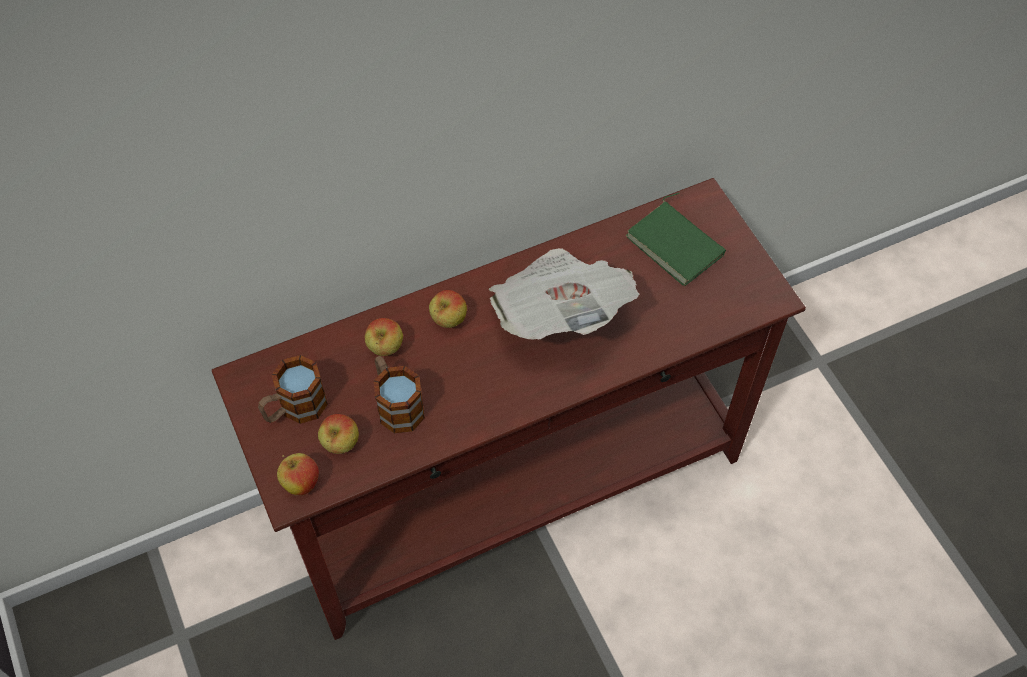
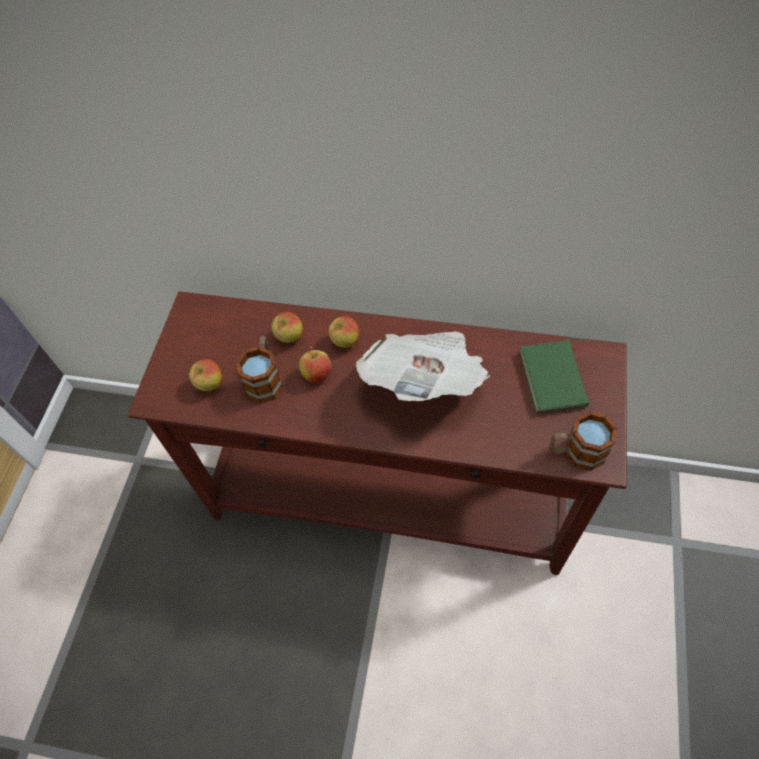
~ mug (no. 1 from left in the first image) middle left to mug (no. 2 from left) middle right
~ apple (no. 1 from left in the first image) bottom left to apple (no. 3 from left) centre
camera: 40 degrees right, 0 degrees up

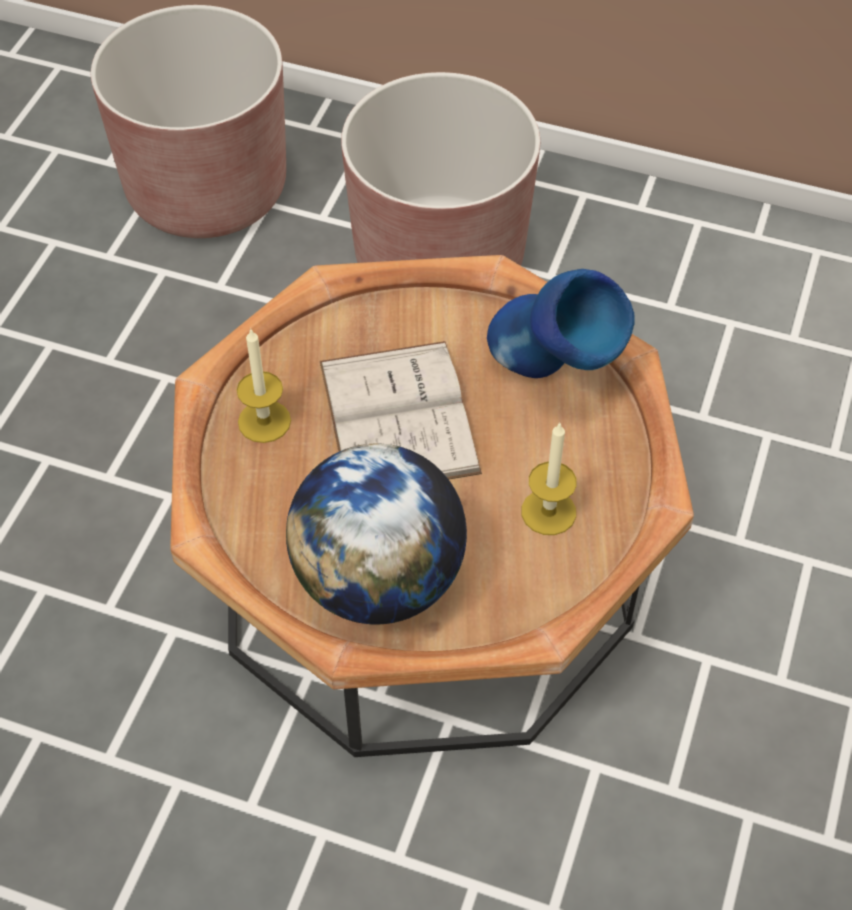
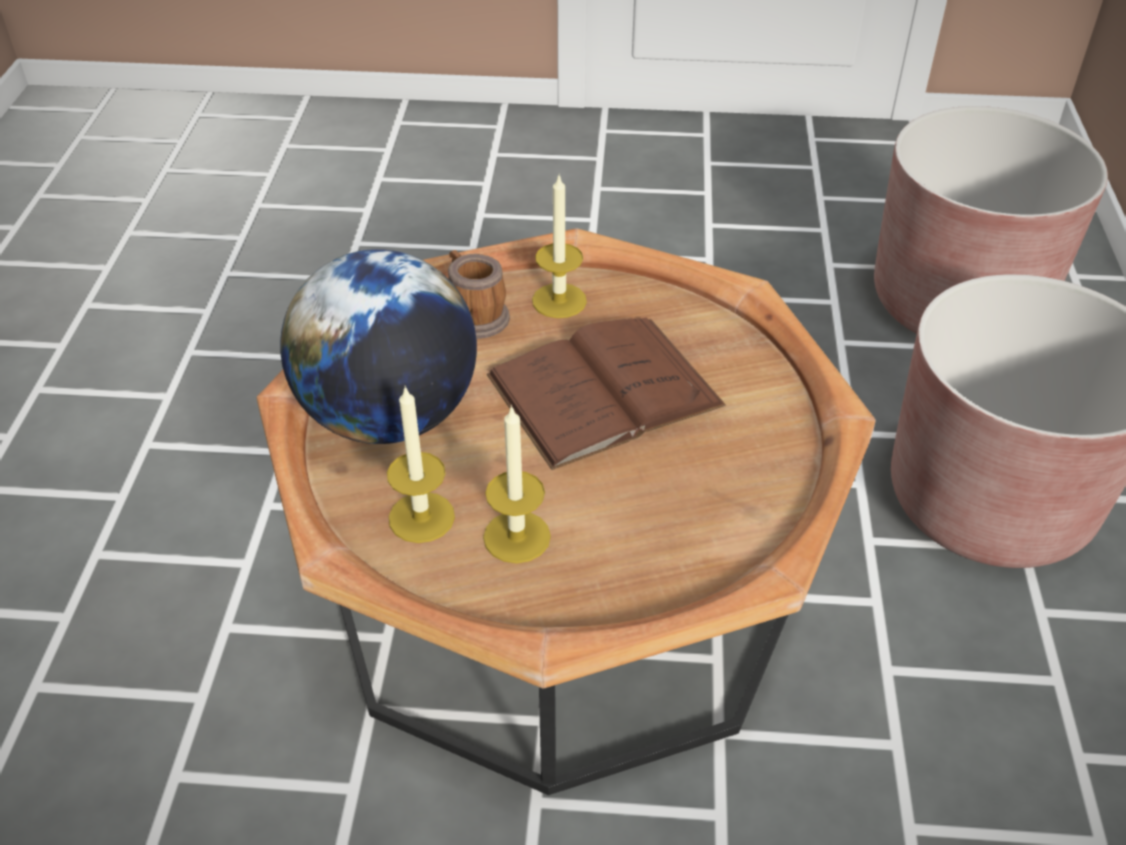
~ book/white centre to book/brown centre
- vase/blue centre
+ candle (no. 1 from left) centre
+ mug centre
camera: 75 degrees right, 10 degrees down

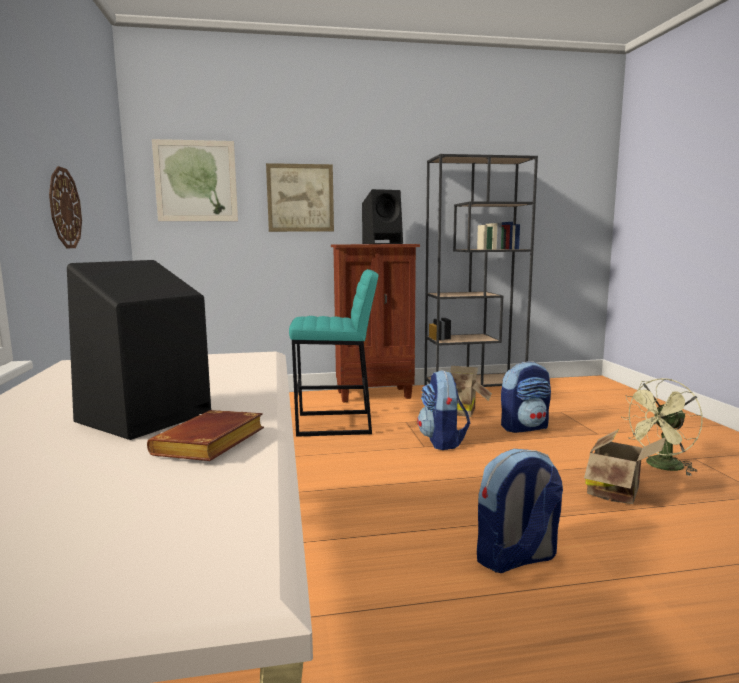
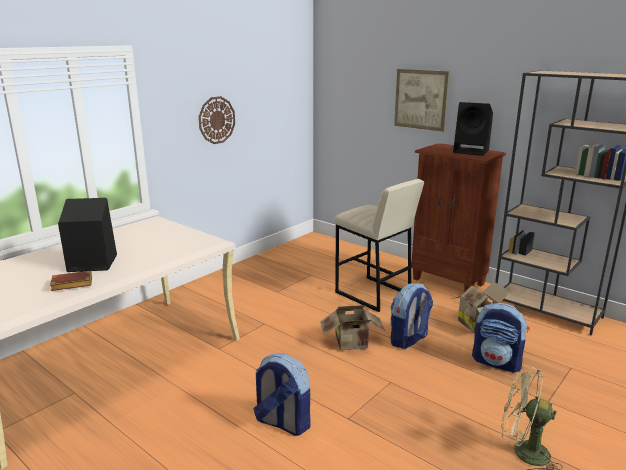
- picture (no. 1 from left) top left
~ stool/turquoise centre to stool/beige centre
~ cardboard box (no. 2 from left in the first image) bottom right to cardboard box (no. 1 from left) bottom centre
camera: 50 degrees right, 10 degrees up

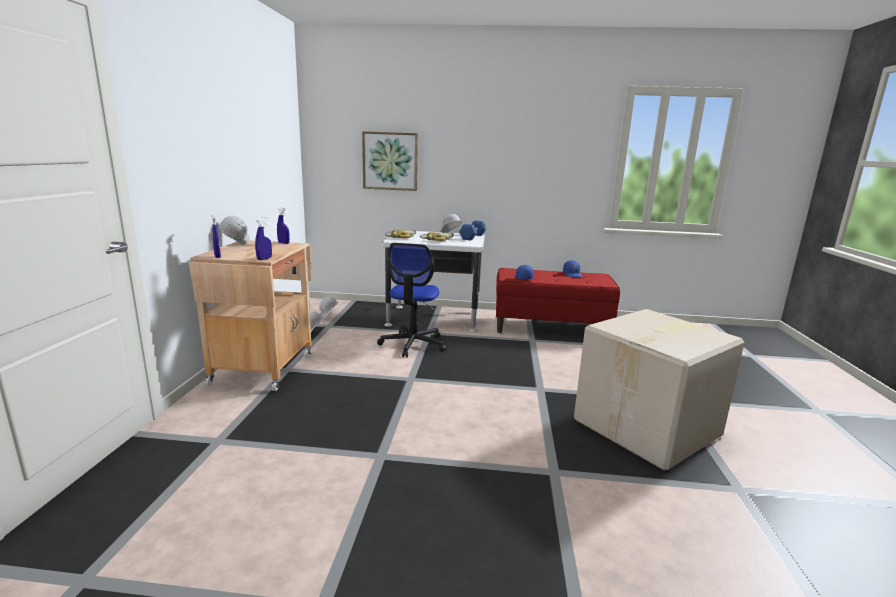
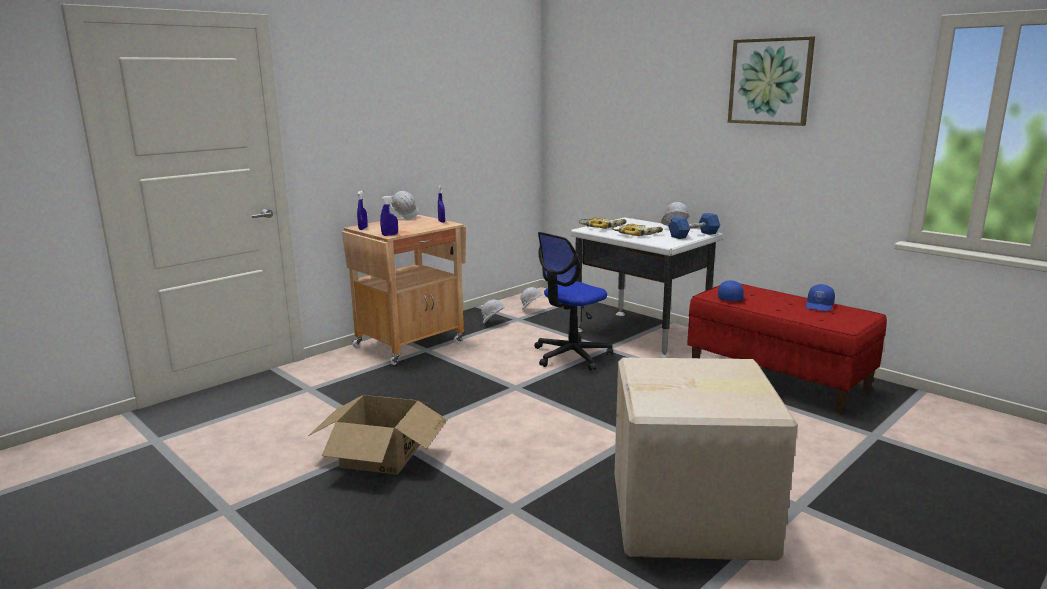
~ picture top centre to top right
+ cardboard box (no. 1 from left) bottom centre
camera: 40 degrees right, 0 degrees up

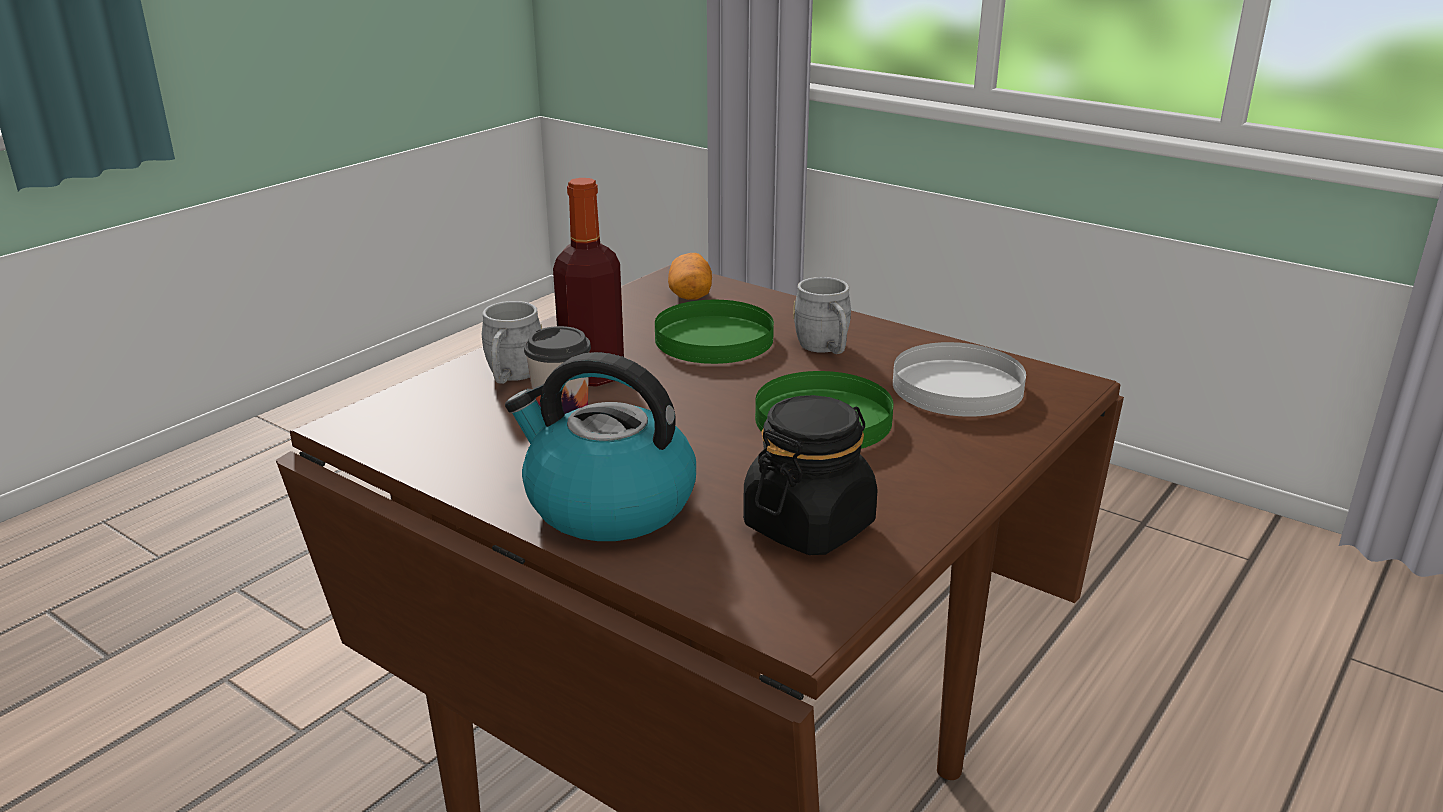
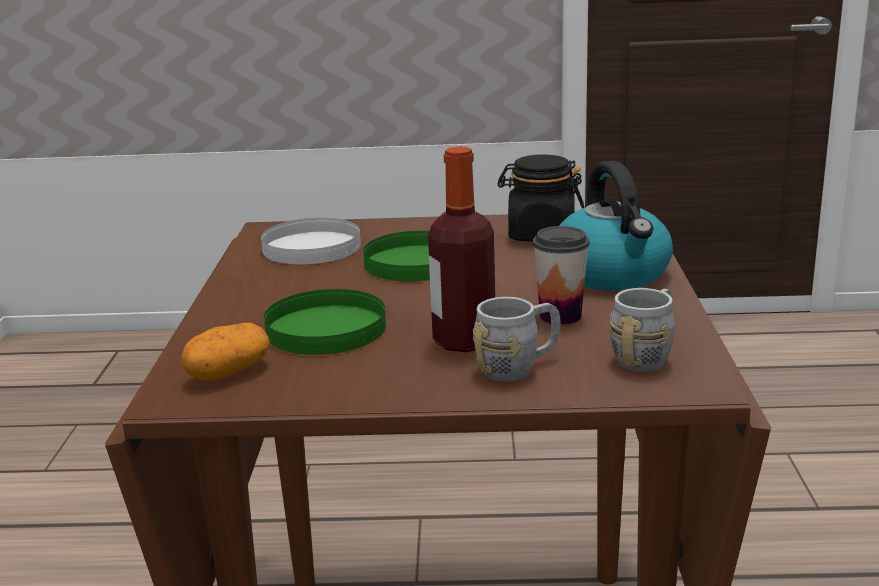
~ mug/grey (no. 2 from left) centre to middle right
camera: 125 degrees left, 5 degrees down

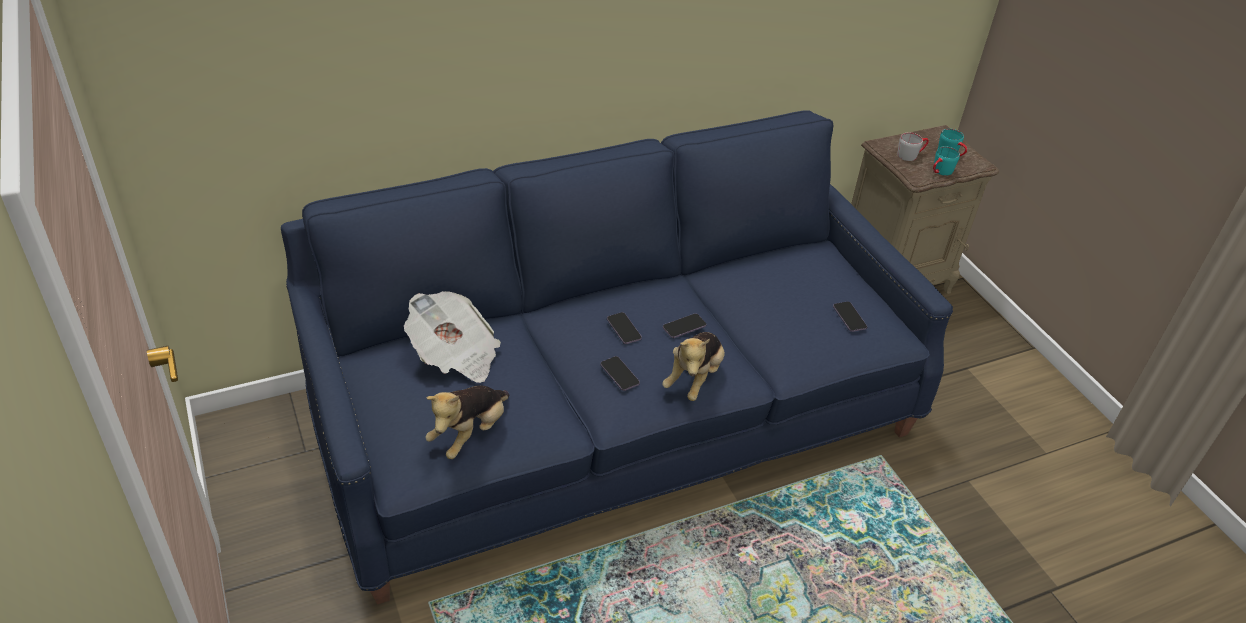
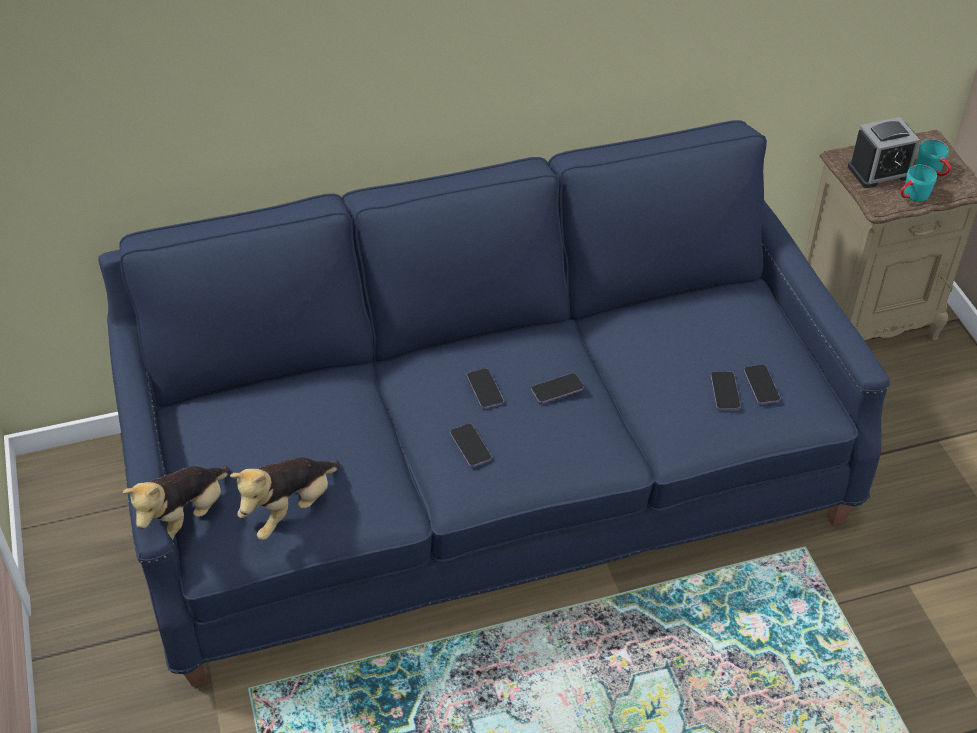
- newspaper centre
~ plush toy (no. 2 from left in the first image) centre to plush toy (no. 1 from left) bottom left
~ mug/grey top right to alarm clock top right
+ phone (no. 4 from left) middle right
camera: 10 degrees right, 5 degrees up

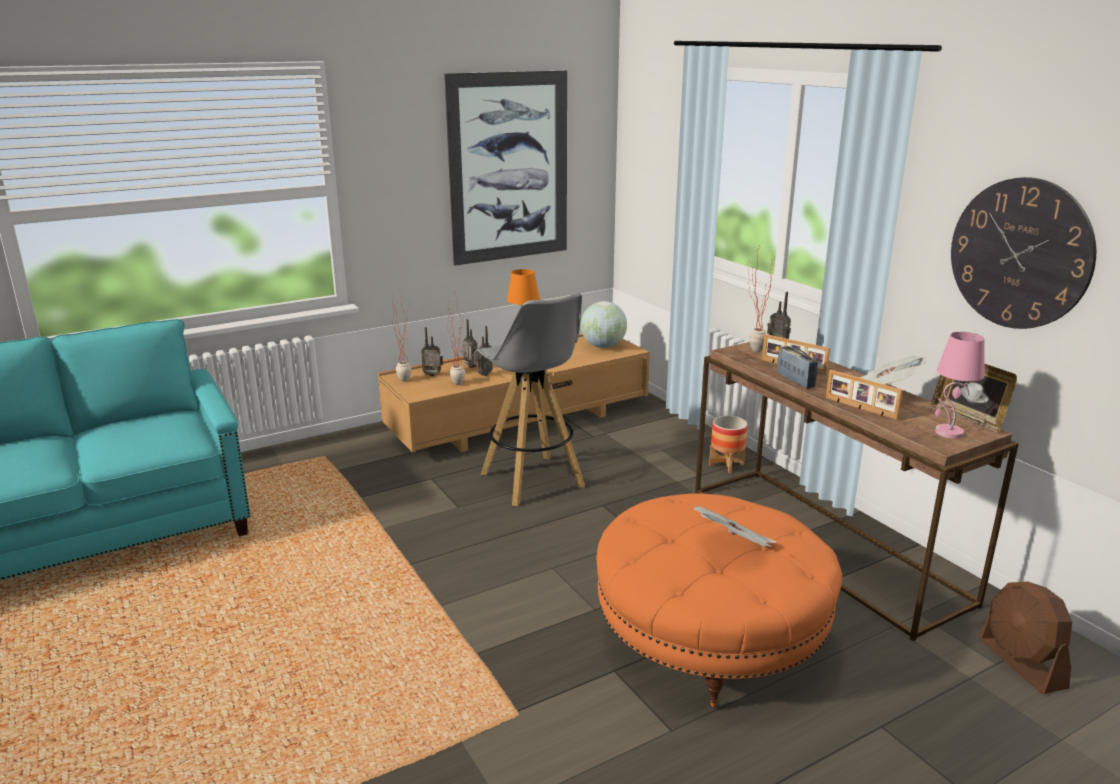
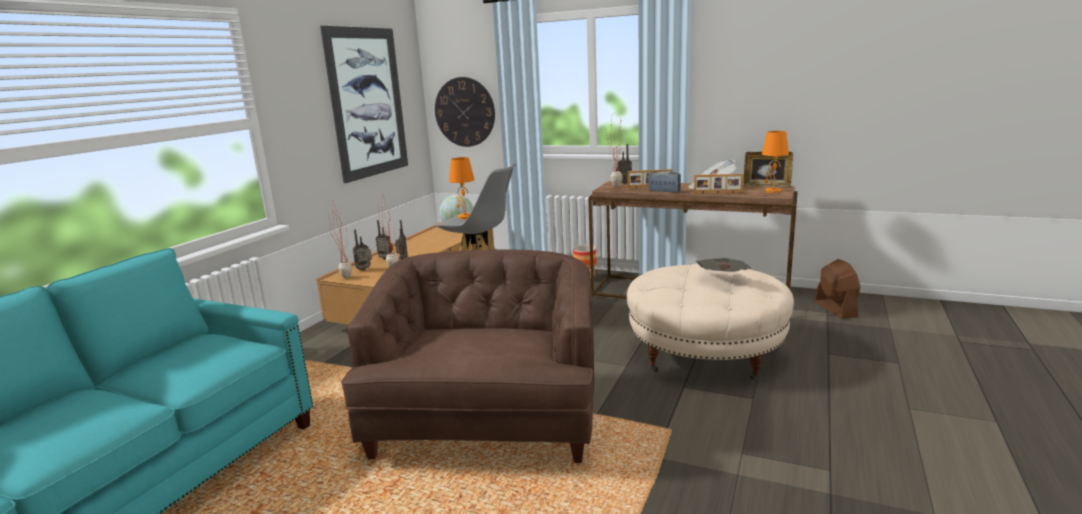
~ ottoman/orange bottom centre to ottoman/beige centre
~ table lamp/pink middle right to table lamp/orange (no. 2 from left) top right
~ wall clock top right to top centre
~ fan/brown bottom right = middle right 135 degrees counterclockwise
+ armchair/brown bottom centre
camera: 35 degrees left, 5 degrees down

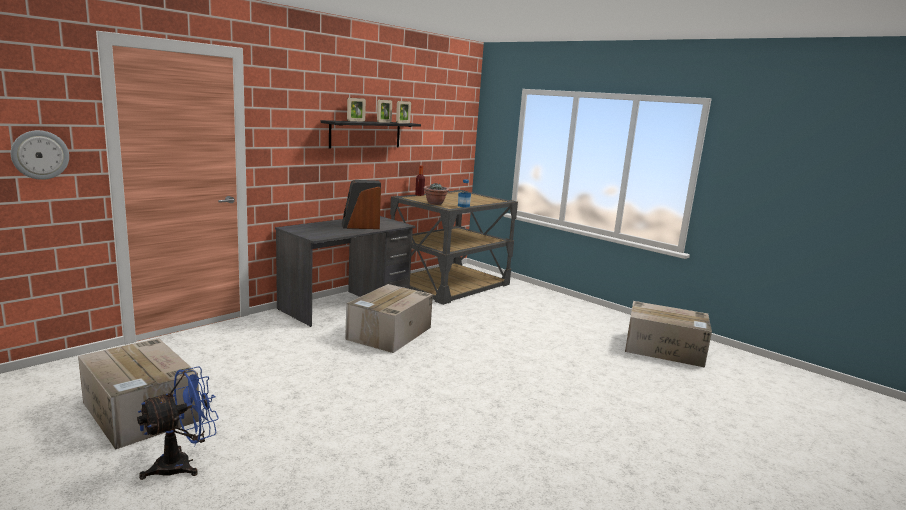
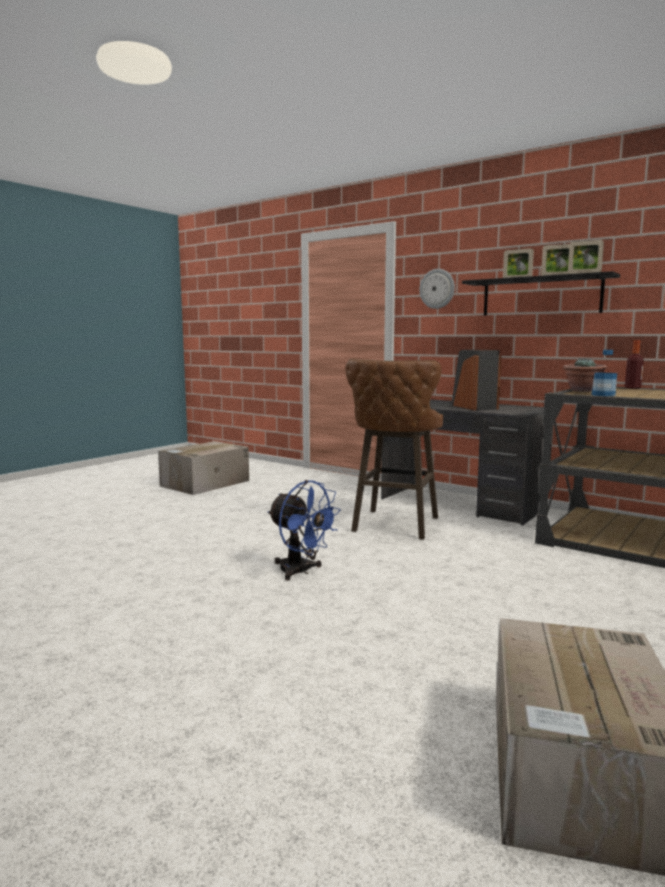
~ wall clock top left to top centre
~ fan/blue bottom left to centre
~ cardboard box (no. 2 from left) centre to stool/brown centre
camera: 85 degrees right, 5 degrees down

